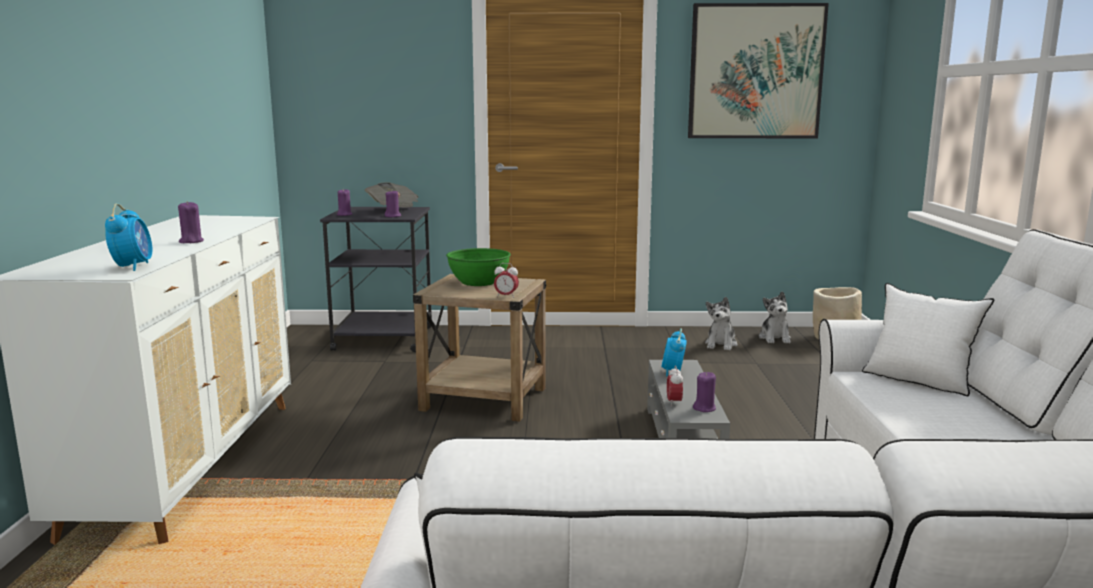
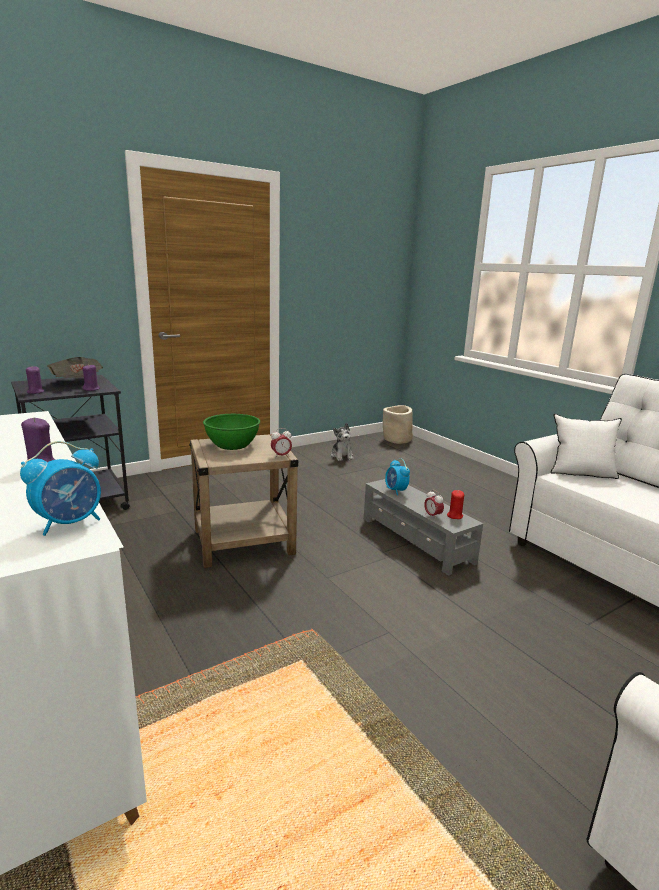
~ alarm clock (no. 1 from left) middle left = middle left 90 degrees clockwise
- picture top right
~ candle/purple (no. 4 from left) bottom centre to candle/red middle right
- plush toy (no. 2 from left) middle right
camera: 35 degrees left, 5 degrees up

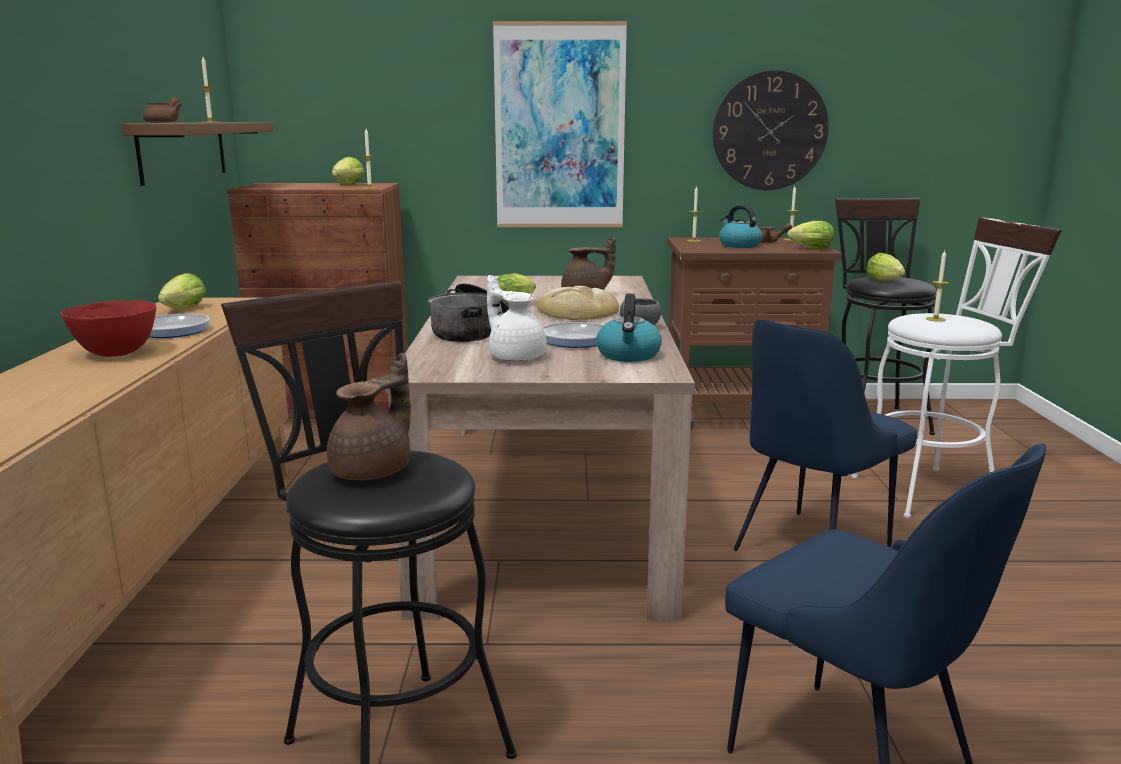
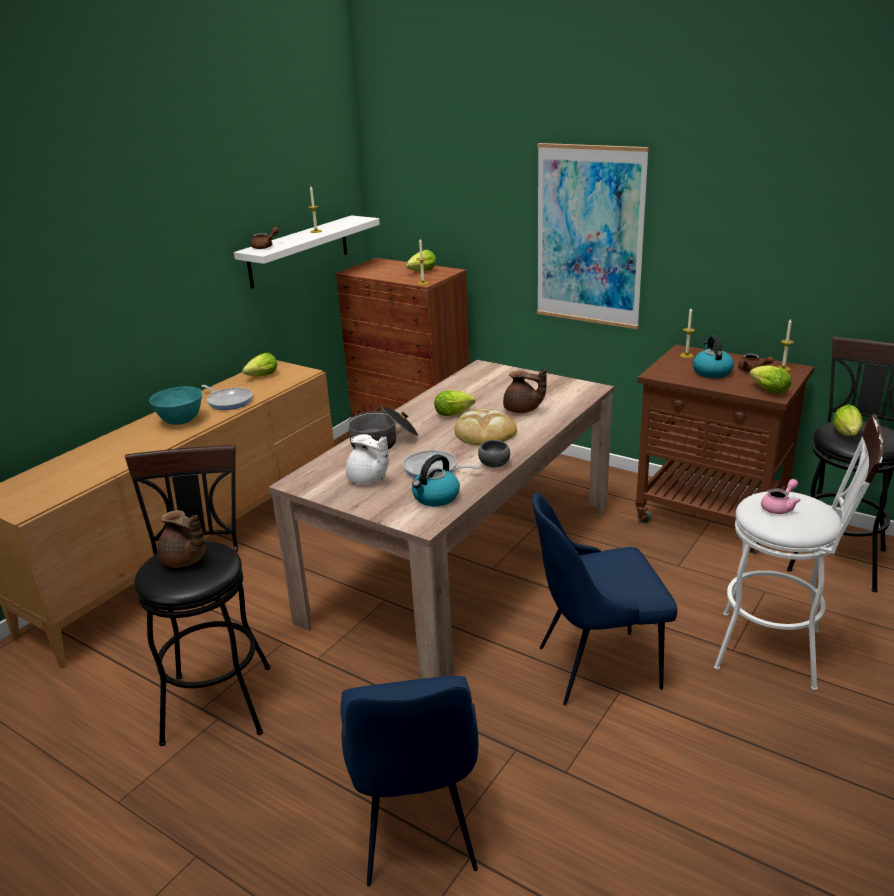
~ bowl/red middle left to bowl/turquoise middle left
~ shelf/brown top left to shelf/white top centre
~ teapot/brown (no. 2 from left in the first image) middle left = middle left 60 degrees clockwise
~ teapot/white centre = centre 135 degrees clockwise
- wall clock top right
~ candle (no. 5 from left) middle right to teapot/pink middle right
camera: 35 degrees right, 10 degrees up

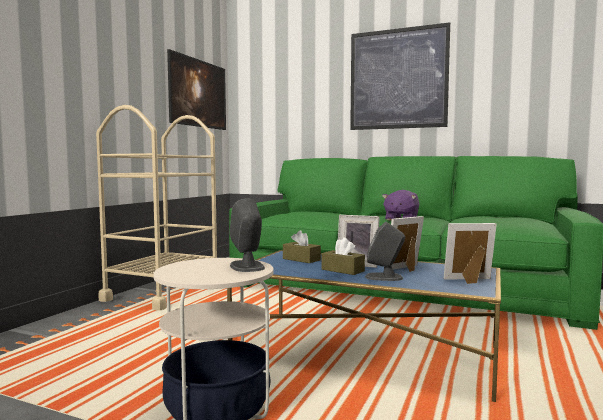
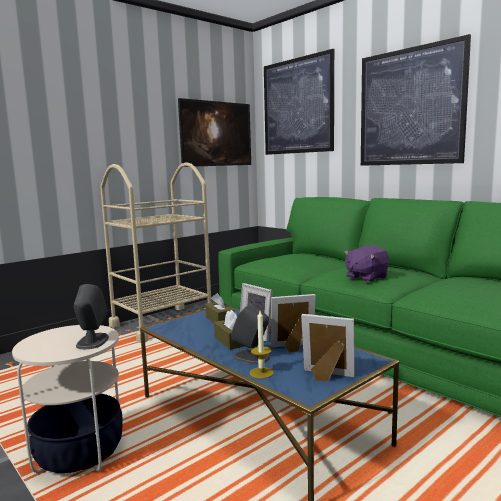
+ candle bottom centre
+ picture (no. 2 from left) top centre
camera: 25 degrees right, 5 degrees up

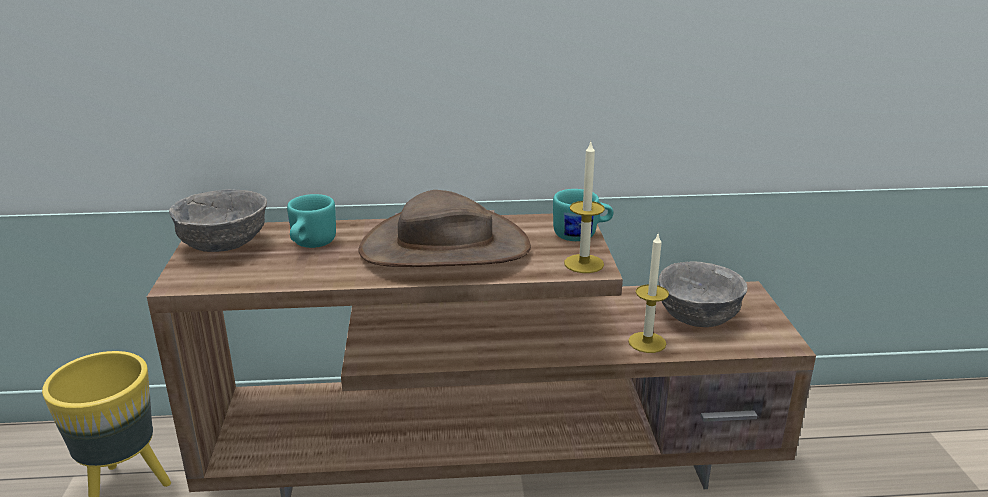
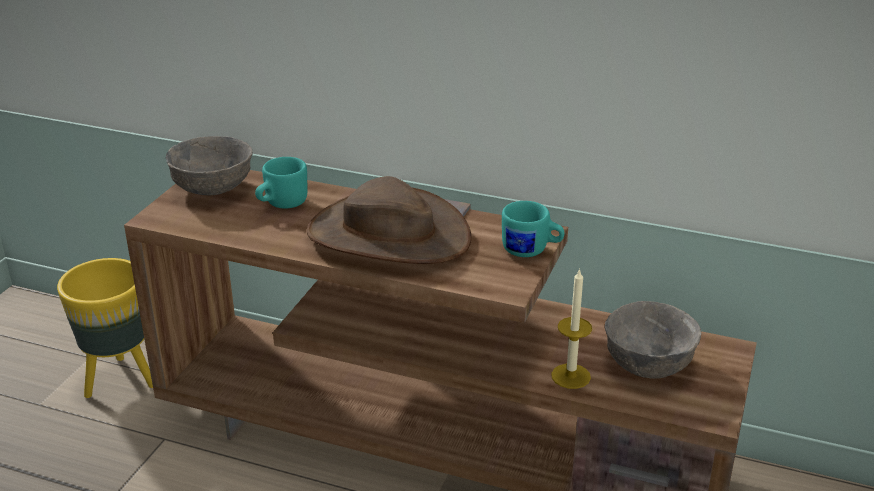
- candle (no. 1 from left) centre
camera: 25 degrees right, 5 degrees up

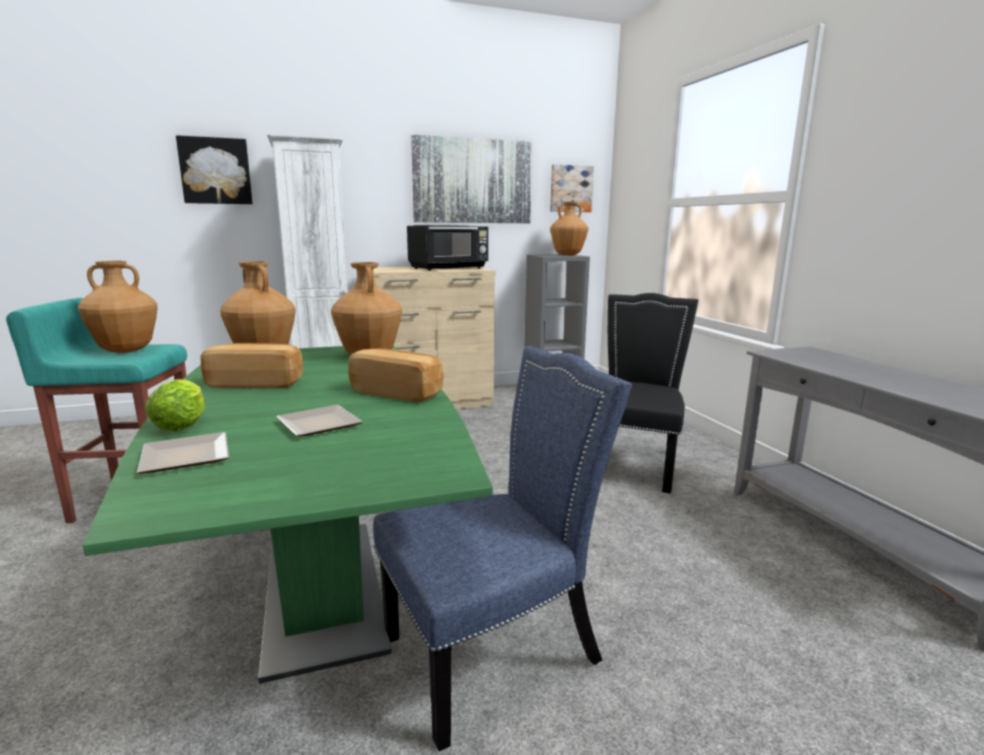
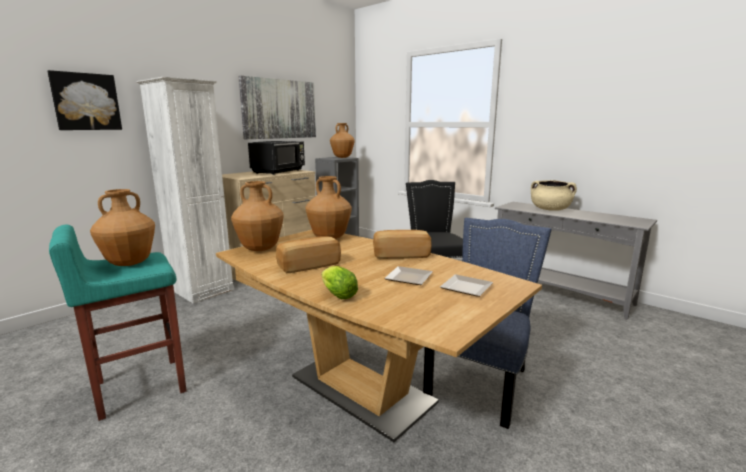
~ dining table/green bottom left to dining table/brown bottom centre
~ plate (no. 1 from left in the first image) middle left to plate (no. 2 from left) centre
- picture (no. 3 from left) top centre
+ cooking pot/beige middle right
camera: 30 degrees left, 0 degrees up

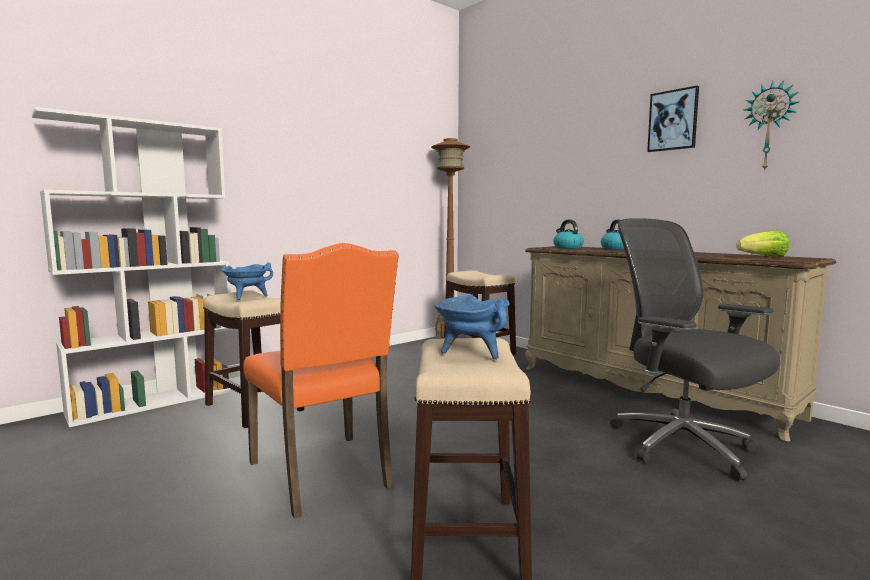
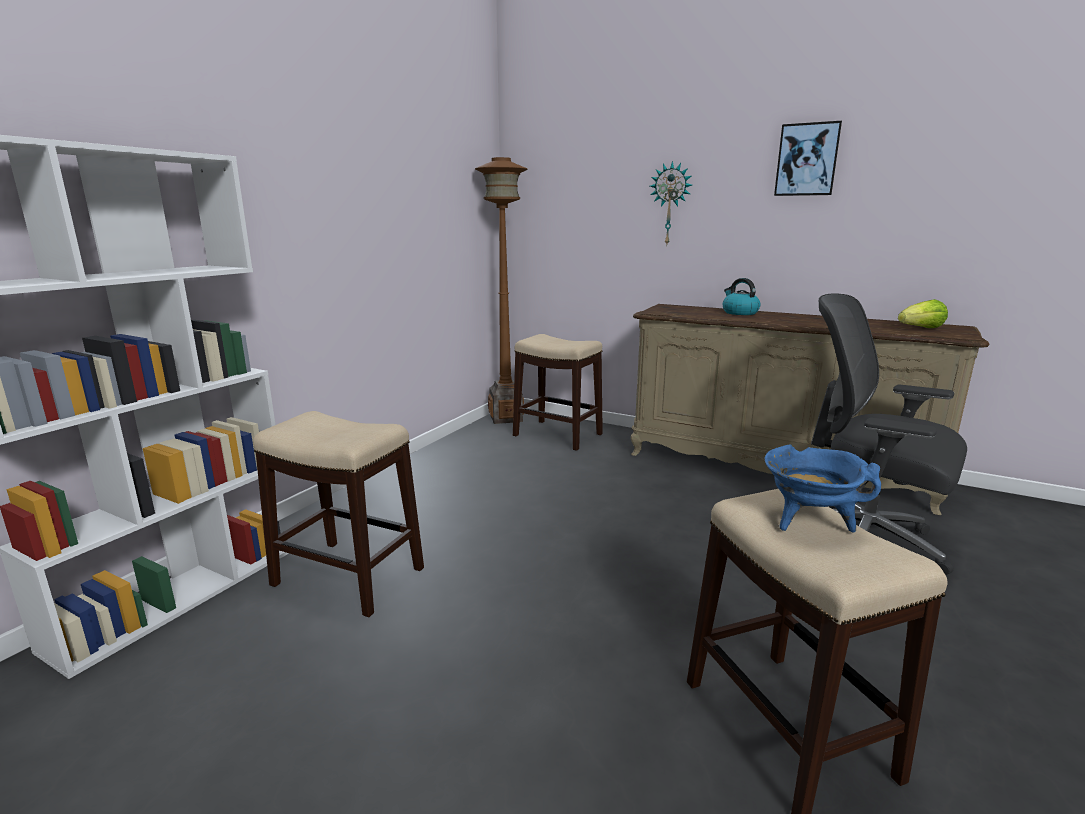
- cooking pot/blue (no. 1 from left) middle left
- chair/orange centre
- kettle (no. 1 from left) centre
~ wall clock top right to top centre
camera: 20 degrees left, 10 degrees up

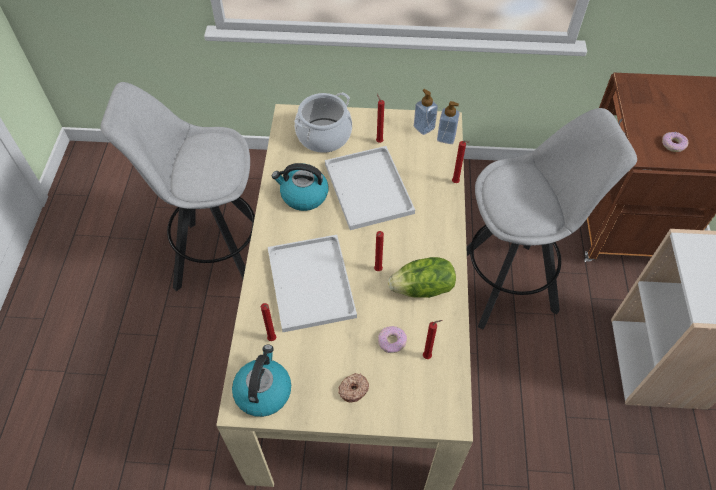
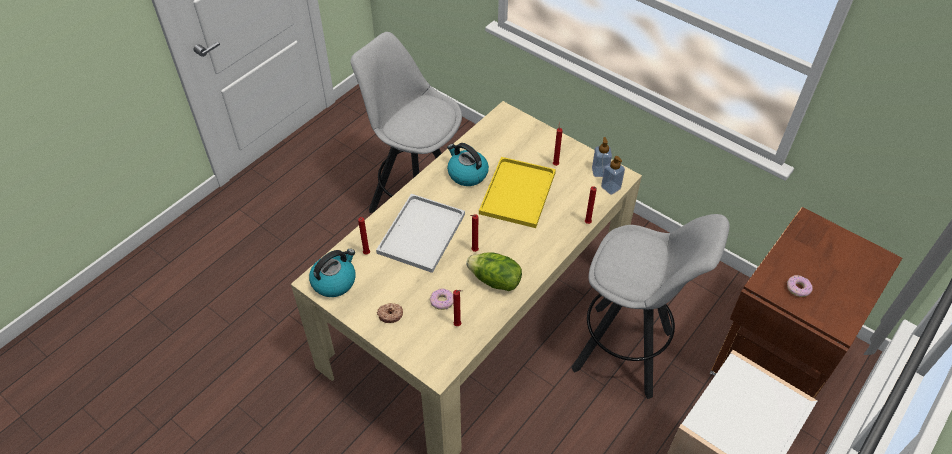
- cooking pot top centre
~ tray/white (no. 2 from left) centre to tray/yellow centre
camera: 35 degrees right, 5 degrees down

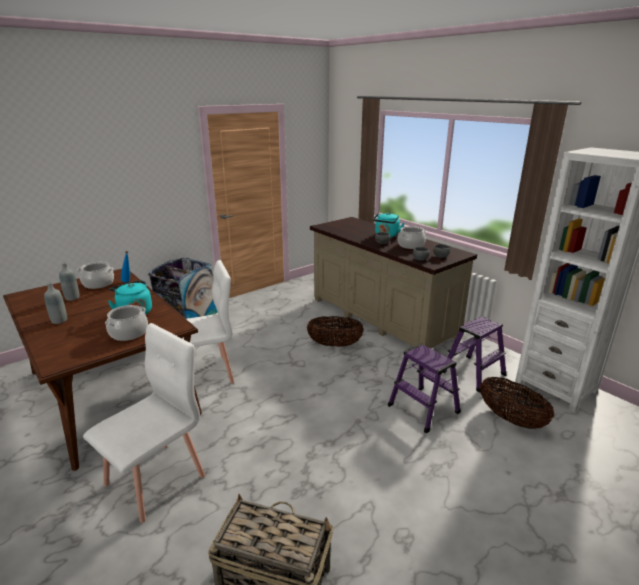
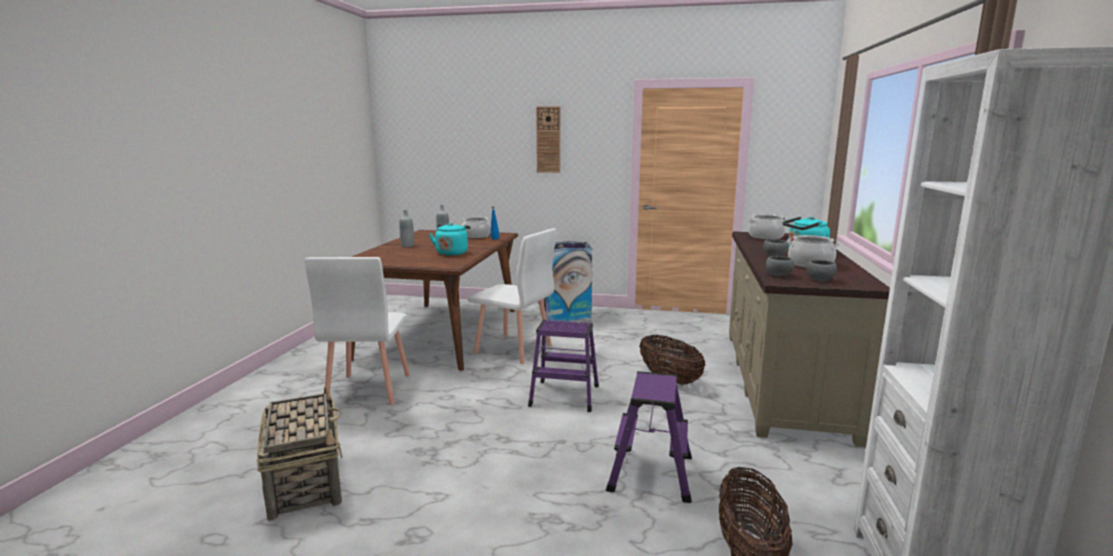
~ chair/white (no. 1 from left) bottom left = middle left 90 degrees clockwise
~ cooking pot (no. 2 from left) middle left to middle right
~ step ladder/purple (no. 2 from left in the first image) middle right to step ladder/purple (no. 1 from left) centre
+ wall clock top centre
camera: 50 degrees right, 10 degrees down

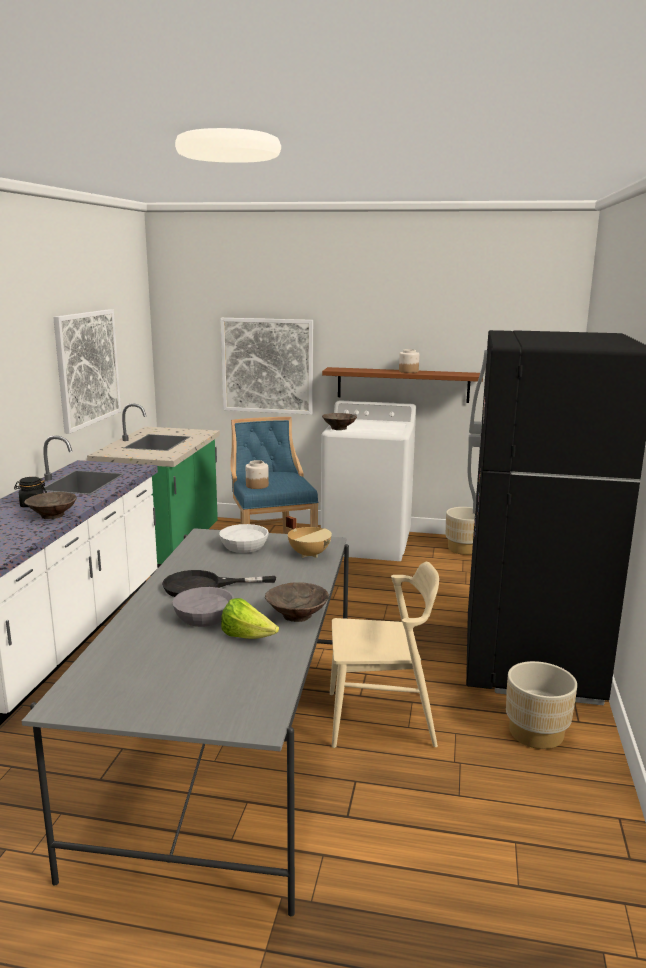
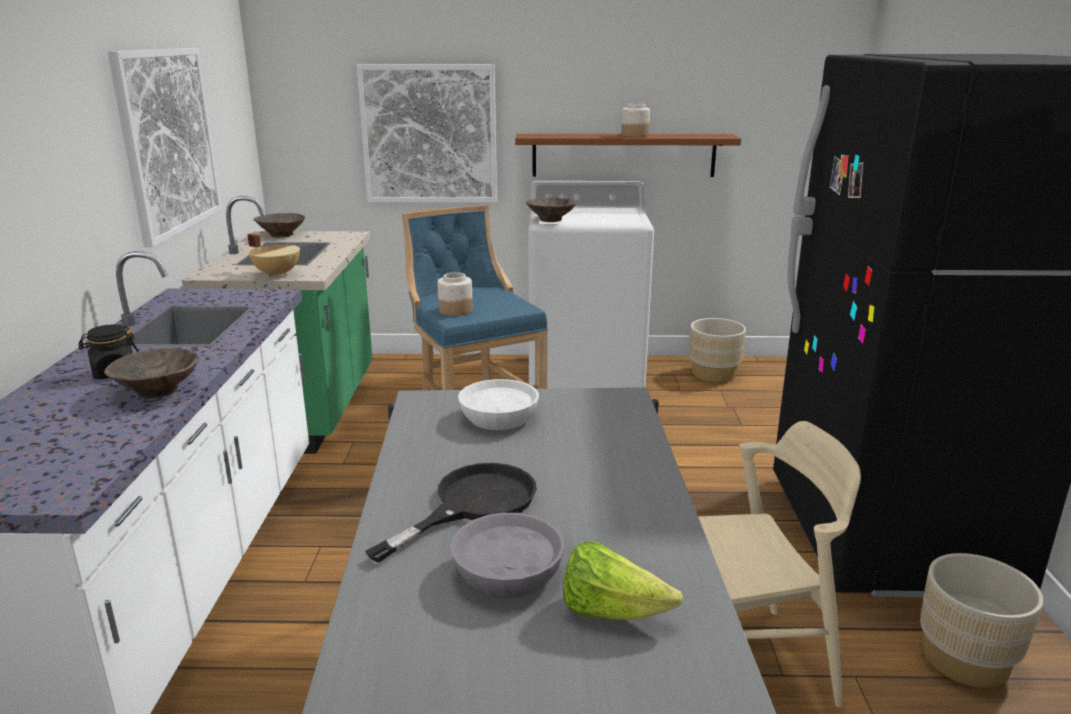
~ frying pan/black centre = bottom centre 150 degrees clockwise
~ bowl/brown (no. 2 from left) centre to top left
~ cooking pot/beige centre to middle left
camera: 10 degrees left, 5 degrees up

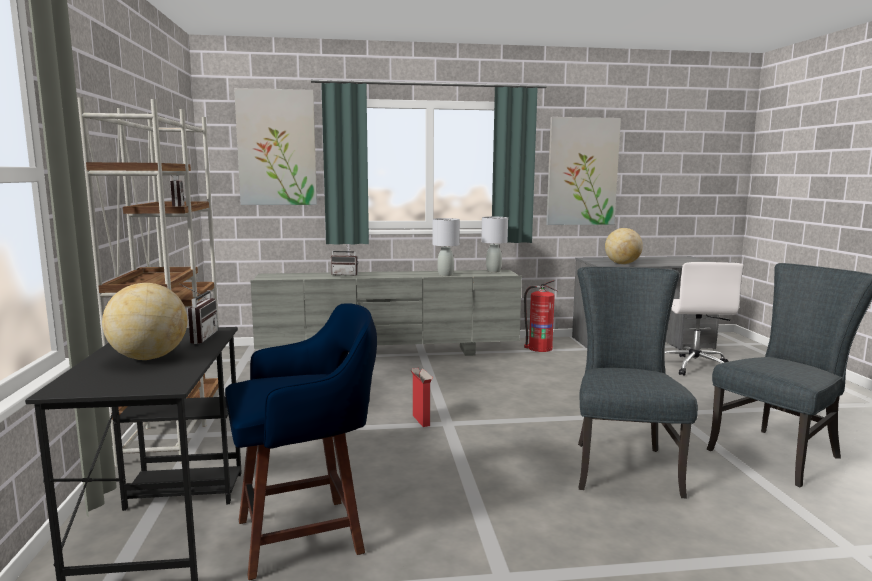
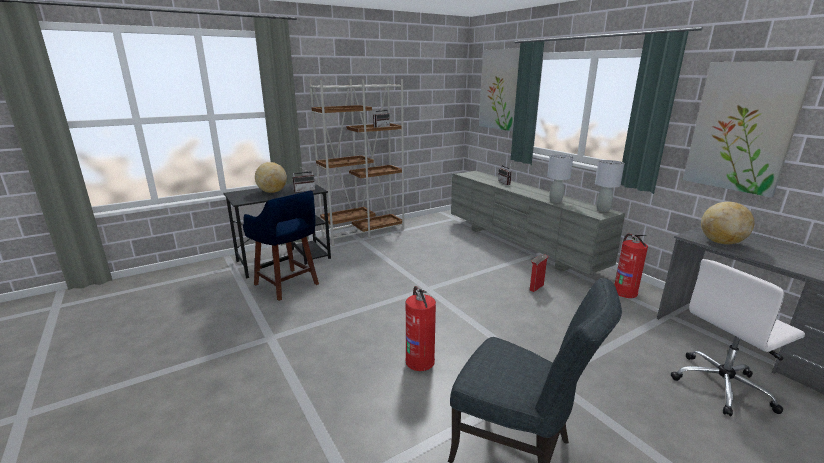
~ cardboard box bottom centre to centre
~ chair/grey (no. 1 from left) middle right to fire extinguisher (no. 1 from left) bottom centre
camera: 65 degrees right, 10 degrees up

